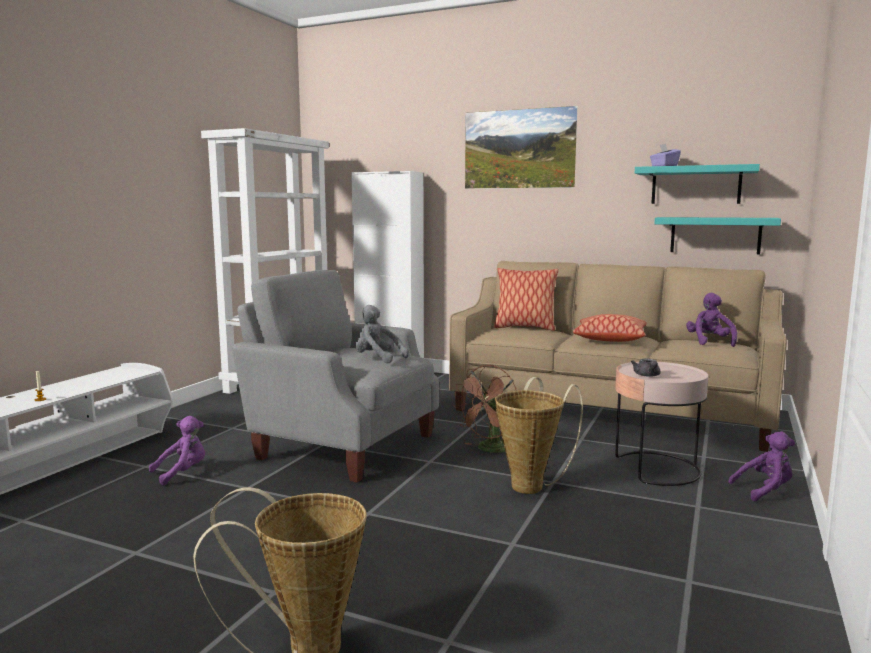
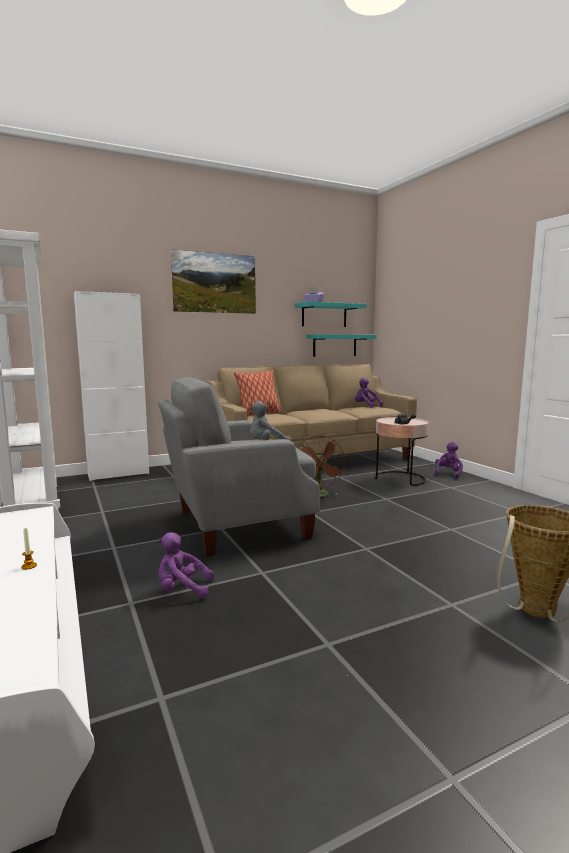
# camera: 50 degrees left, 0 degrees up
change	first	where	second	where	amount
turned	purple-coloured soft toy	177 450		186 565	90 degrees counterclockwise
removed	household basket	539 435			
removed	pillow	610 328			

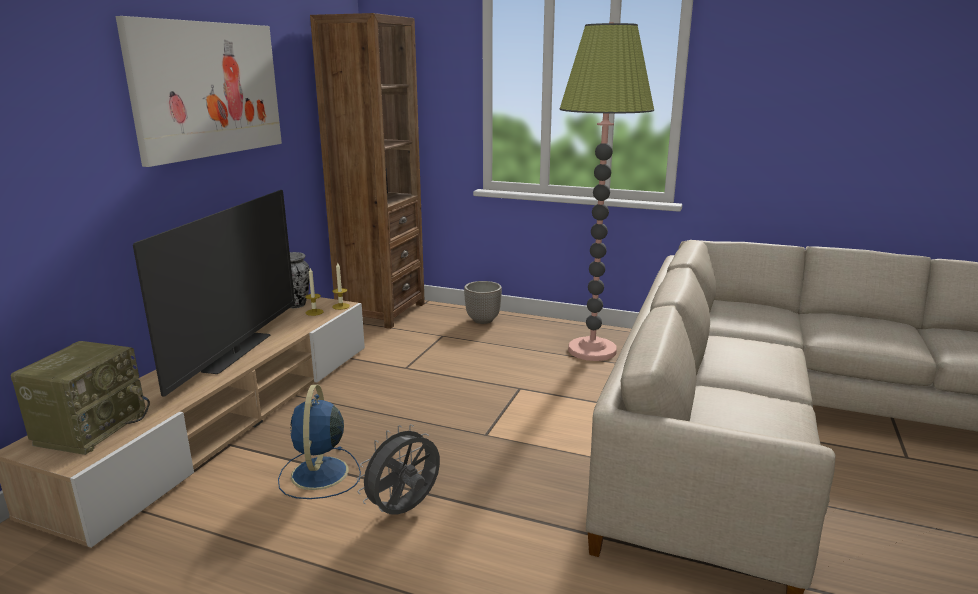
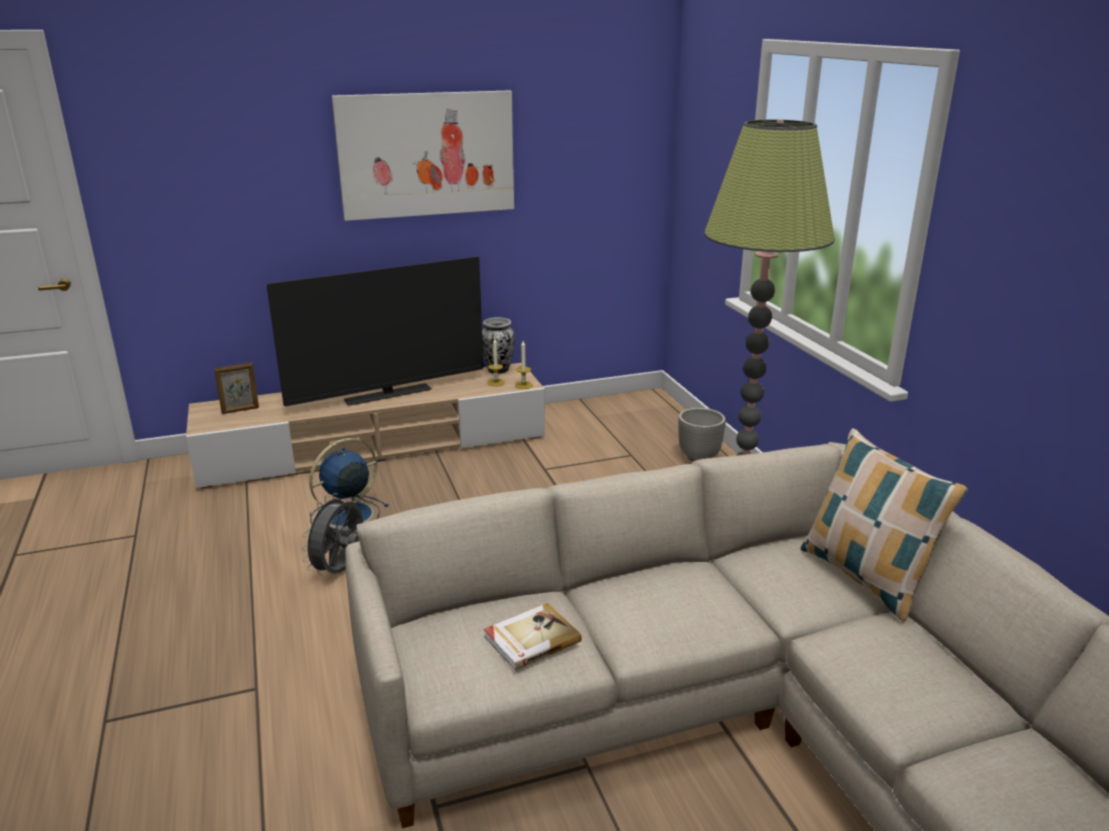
# camera: 50 degrees right, 5 degrees up
change	first	where	second	where	amount
replaced	radio	80 398	photo frame	236 388	
removed	brown shelving unit	367 171			
turned	gray fan	398 469		332 534	75 degrees counterclockwise
added			volume	533 637	
added			pillow	884 524	

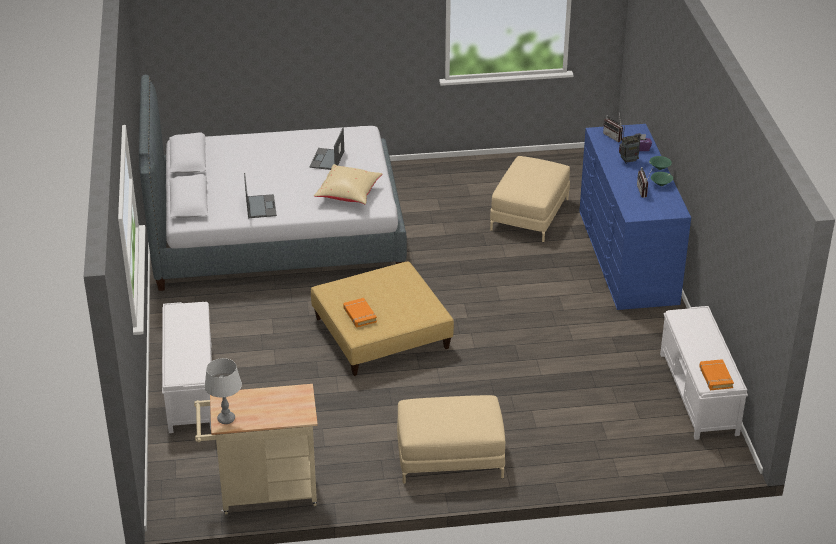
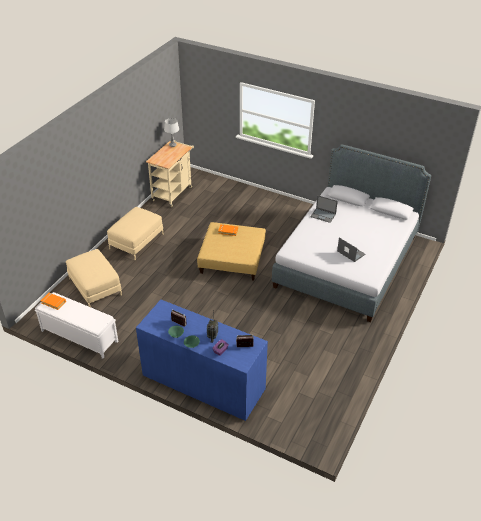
# camera: 125 degrees right, 5 degrees up
change	first	where	second	where	amount
removed	whitish long seat	187 367			
removed	beige-coloured pillow	348 184			
moved	beige-coloured footrest	530 199		94 278	

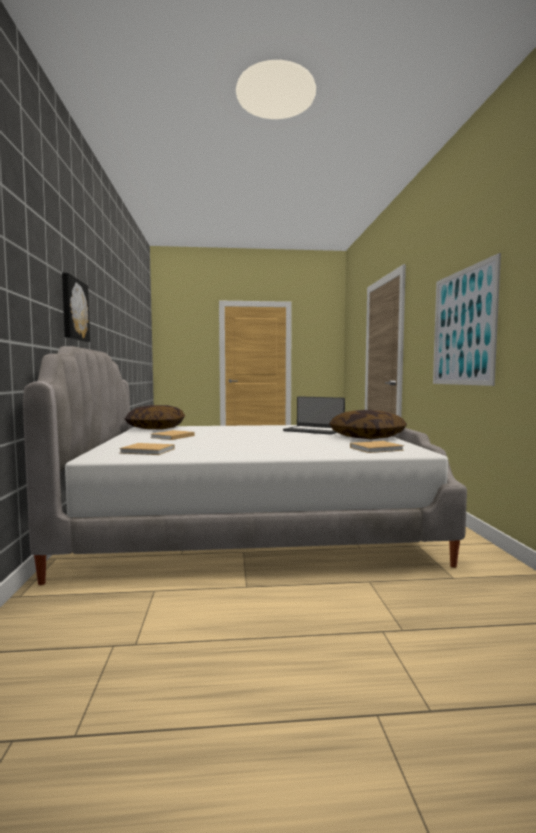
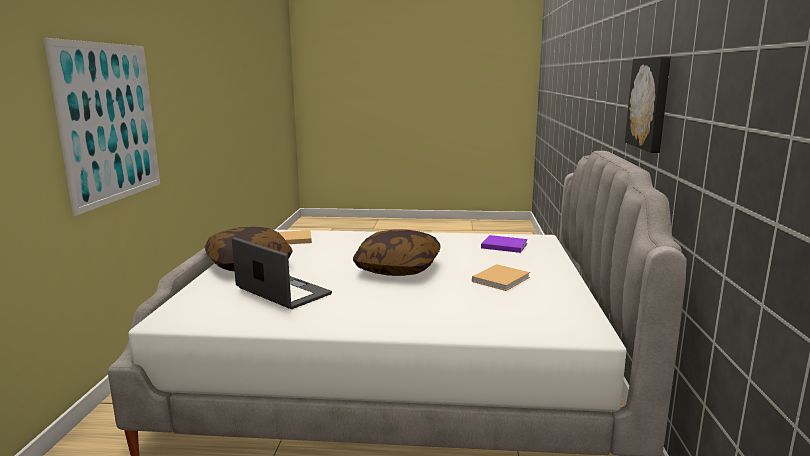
# camera: 170 degrees left, 10 degrees up
change	first	where	second	where	amount
recoloured	beige-coloured volume	147 449	purple-coloured volume	504 244	
moved	pillow	155 417		397 252	

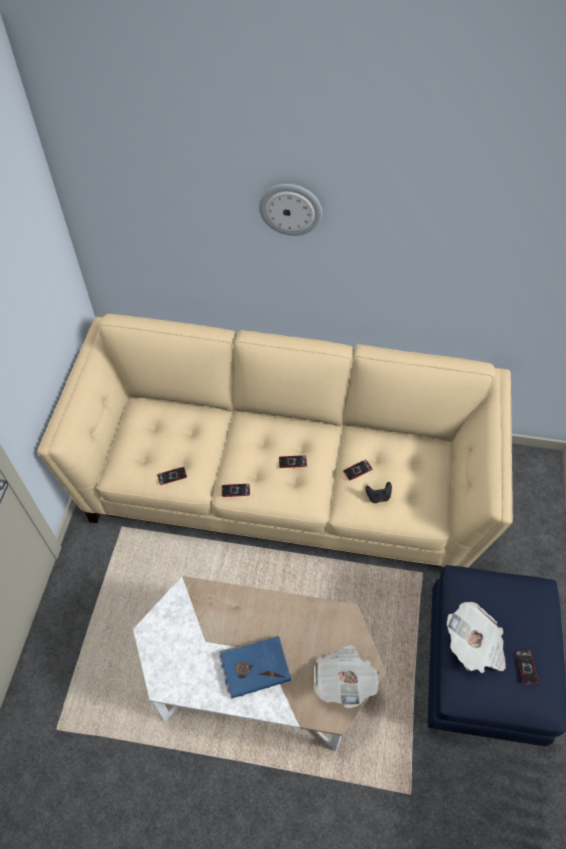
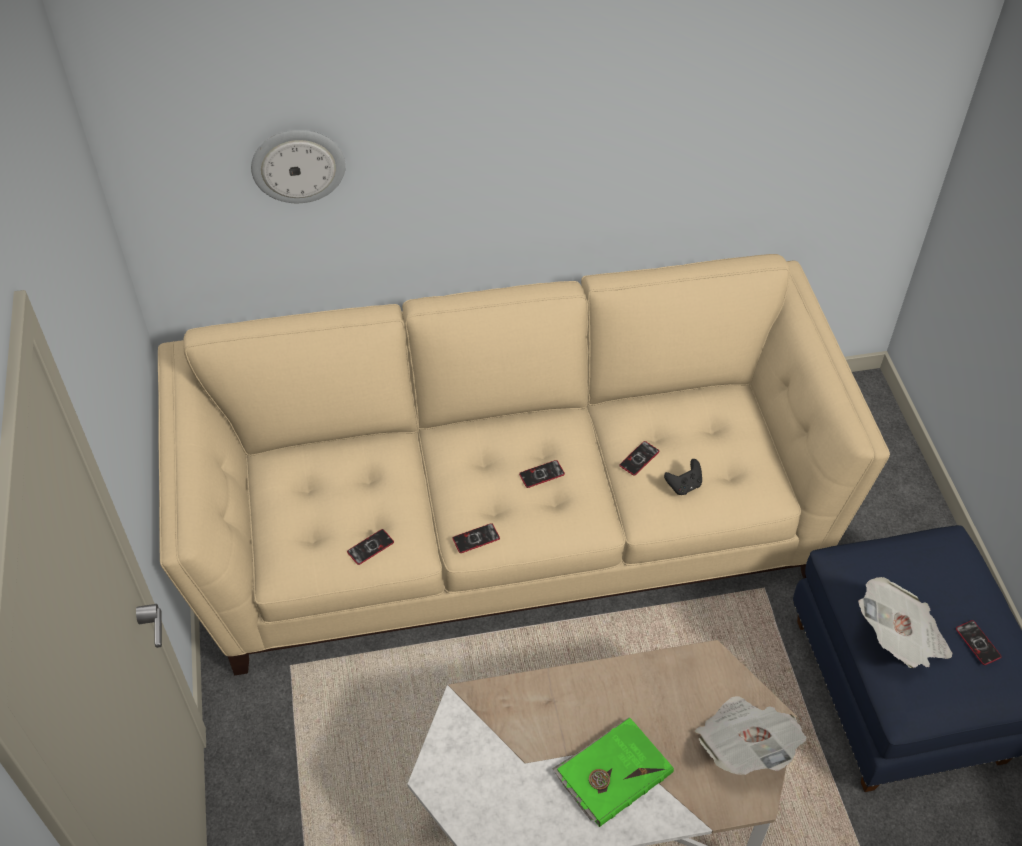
# camera: 20 degrees left, 5 degrees down
change	first	where	second	where	amount
recoloured	blue-coloured volume	255 667	green-coloured volume	613 772	
moved	hanging clock	290 210		298 166	

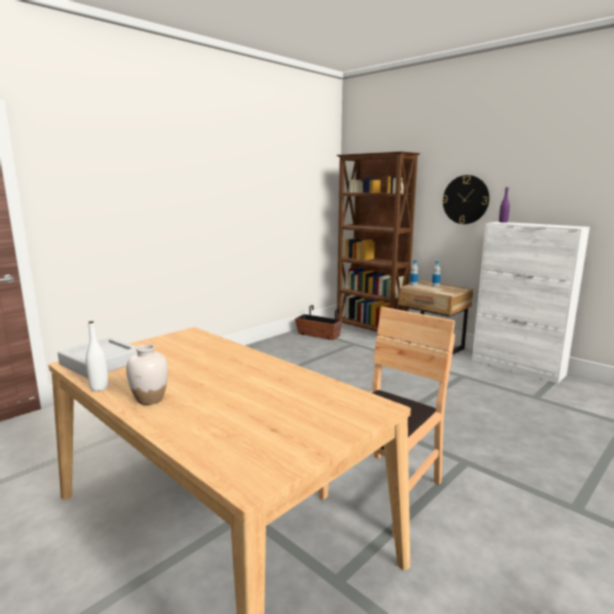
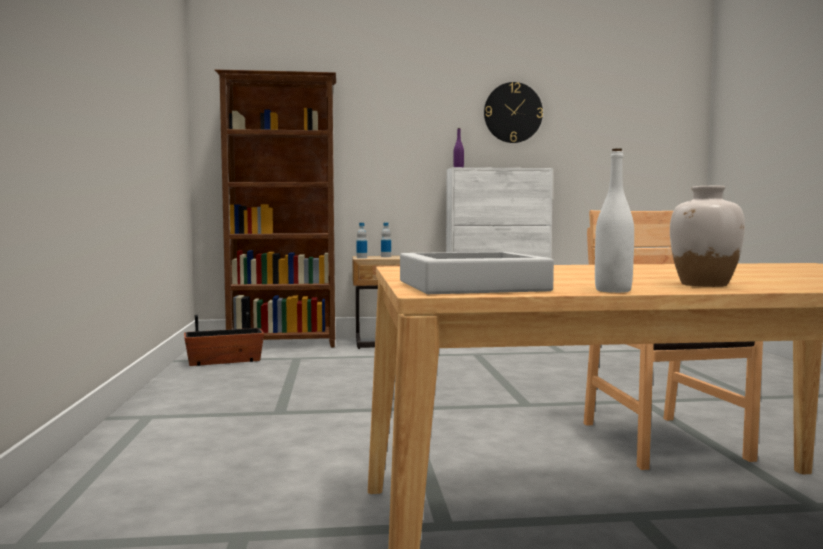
# camera: 50 degrees left, 10 degrees down
change	first	where	second	where	amount
moved	hanging clock	465 199		513 112	

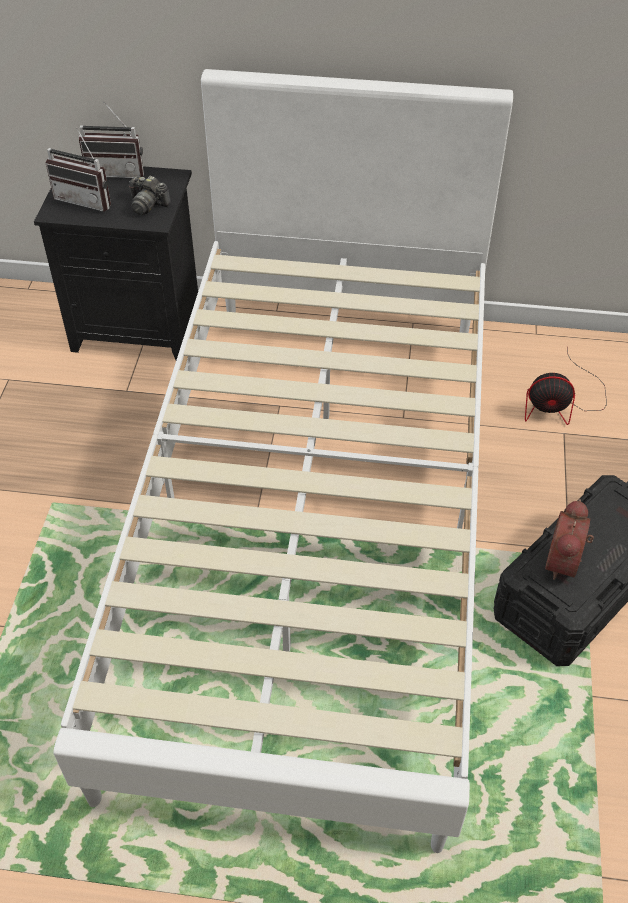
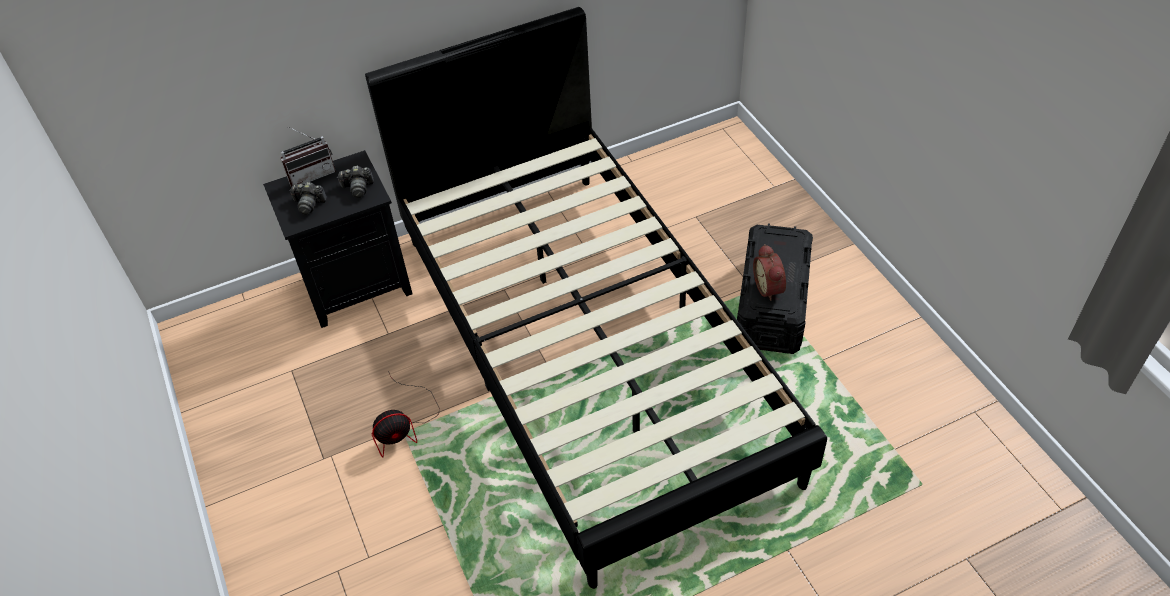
# camera: 30 degrees left, 0 degrees up
change	first	where	second	where	amount
replaced	radio	78 169	photo camera	308 198	
recoloured	whitish bed	283 461	black-coloured bed	596 298	
moved	fan	566 386		405 414	

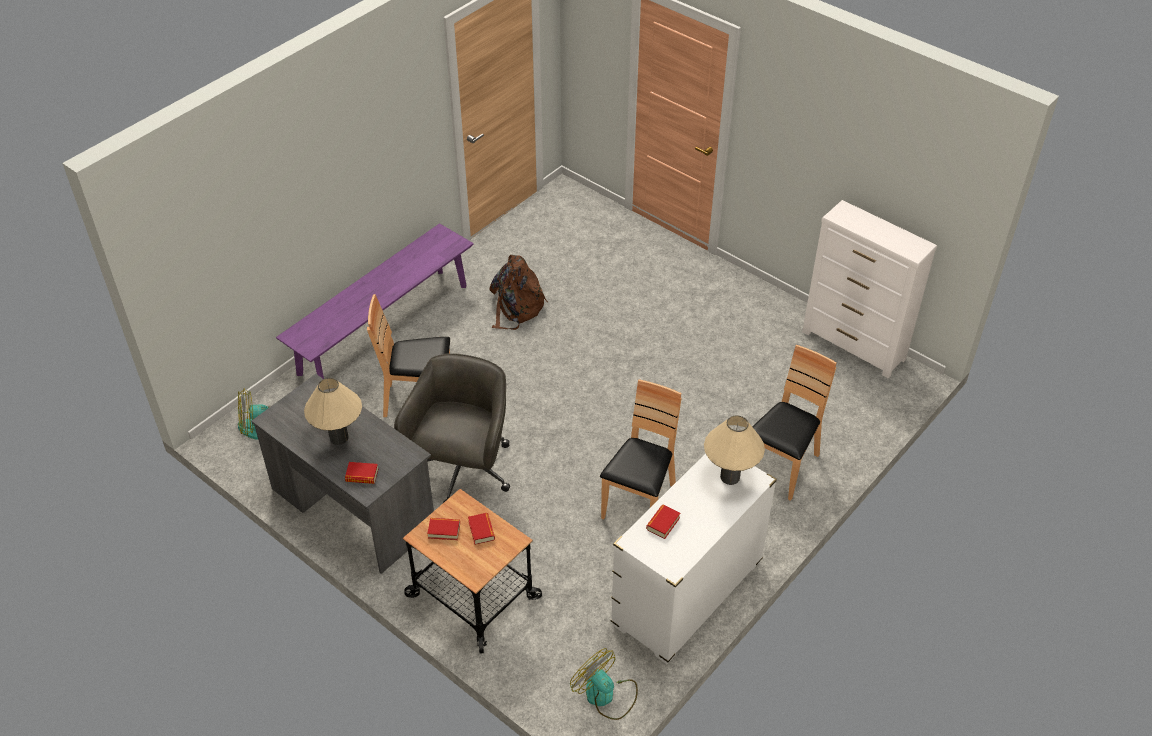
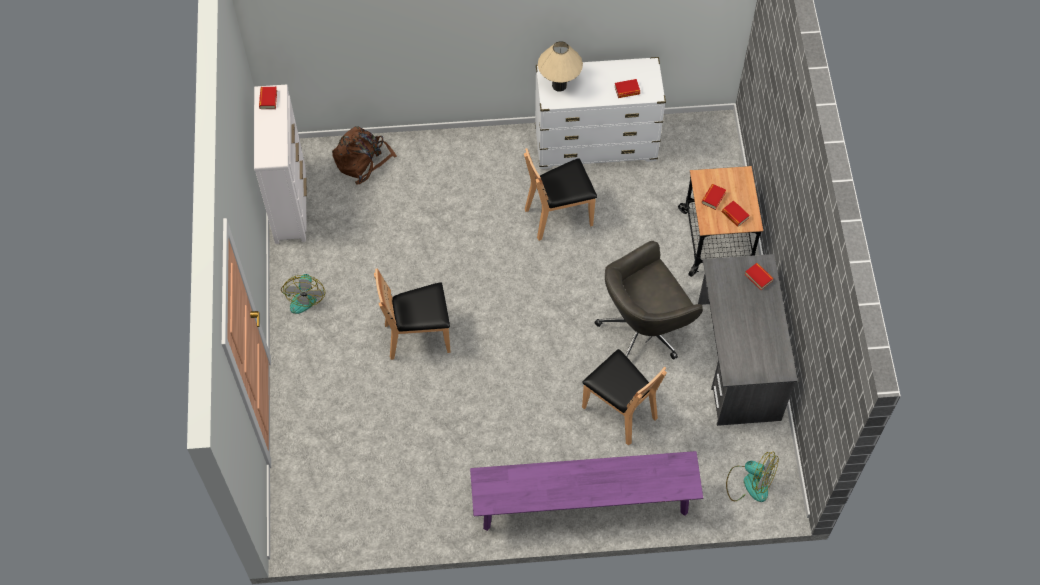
# camera: 135 degrees left, 15 degrees up
change	first	where	second	where	amount
removed	beige-coloured lamp for a table	333 411			
moved	brown knapsack	518 292		364 155	
moved	fan	604 684		303 294	
moved	brown upright chair	794 423		412 314	
added			volume	268 98	

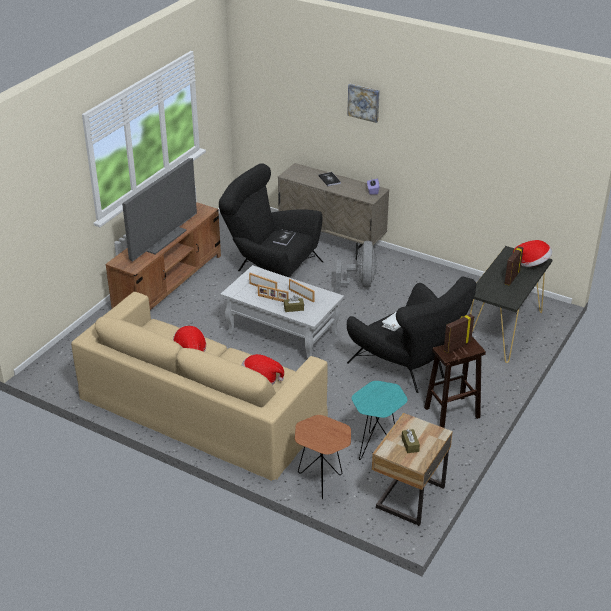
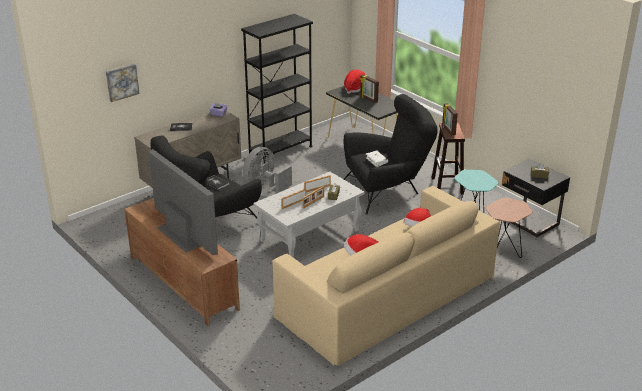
# camera: 70 degrees left, 5 degrees down
change	first	where	second	where	amount
turned	gray fan	356 267		267 170	75 degrees counterclockwise
moved	wall picture	363 103		122 83	
recoloured	beige-coloured night table	412 469	black-coloured night table	536 198	
added			black-coloured shelving unit	277 89	

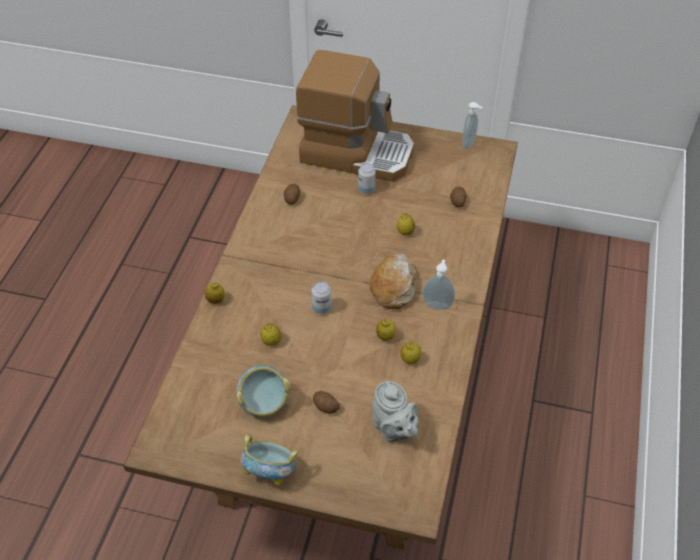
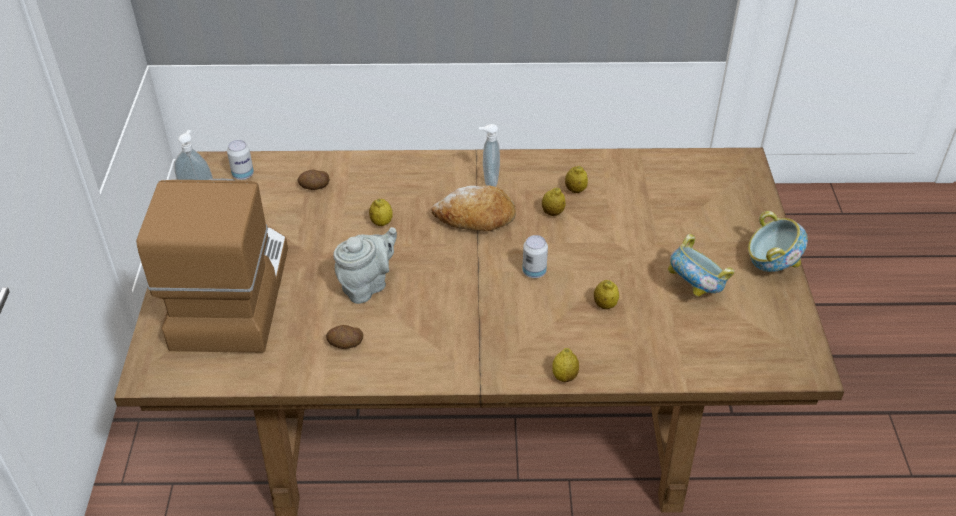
# camera: 105 degrees left, 5 degrees down
change	first	where	second	where	amount
removed	potato	326 402			
moved	sealed can	367 178		240 160	
moved	gray teapot	395 411		365 265	

